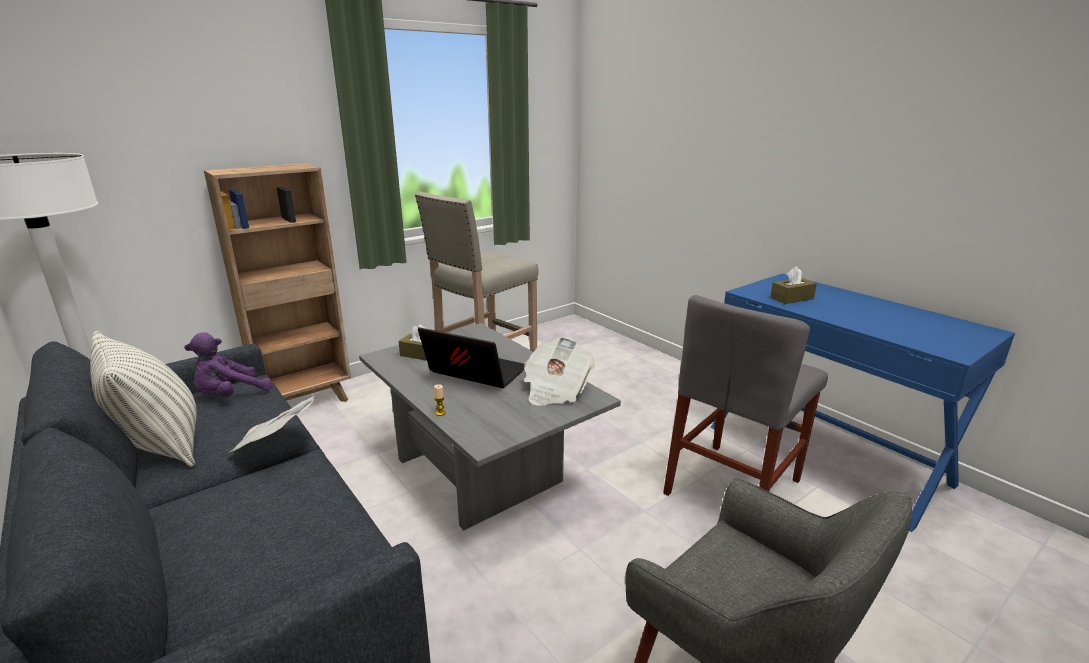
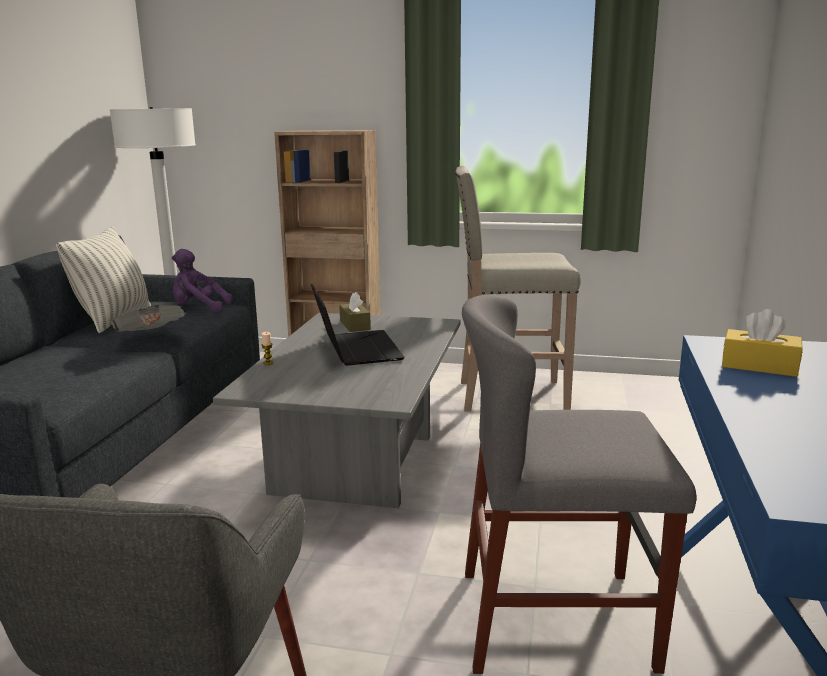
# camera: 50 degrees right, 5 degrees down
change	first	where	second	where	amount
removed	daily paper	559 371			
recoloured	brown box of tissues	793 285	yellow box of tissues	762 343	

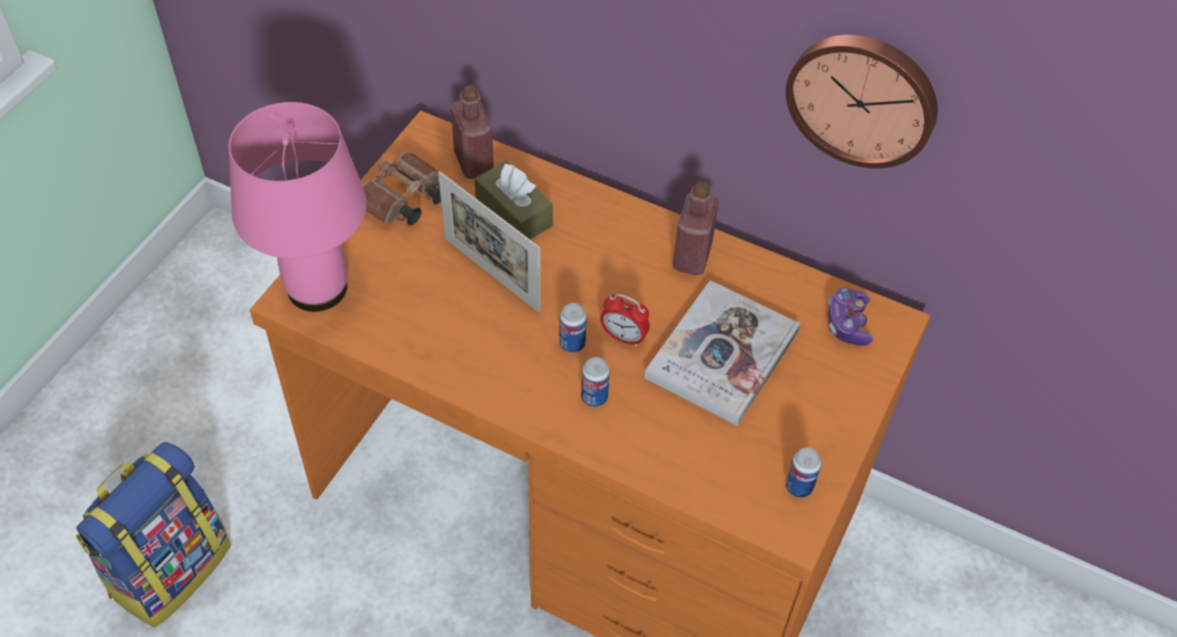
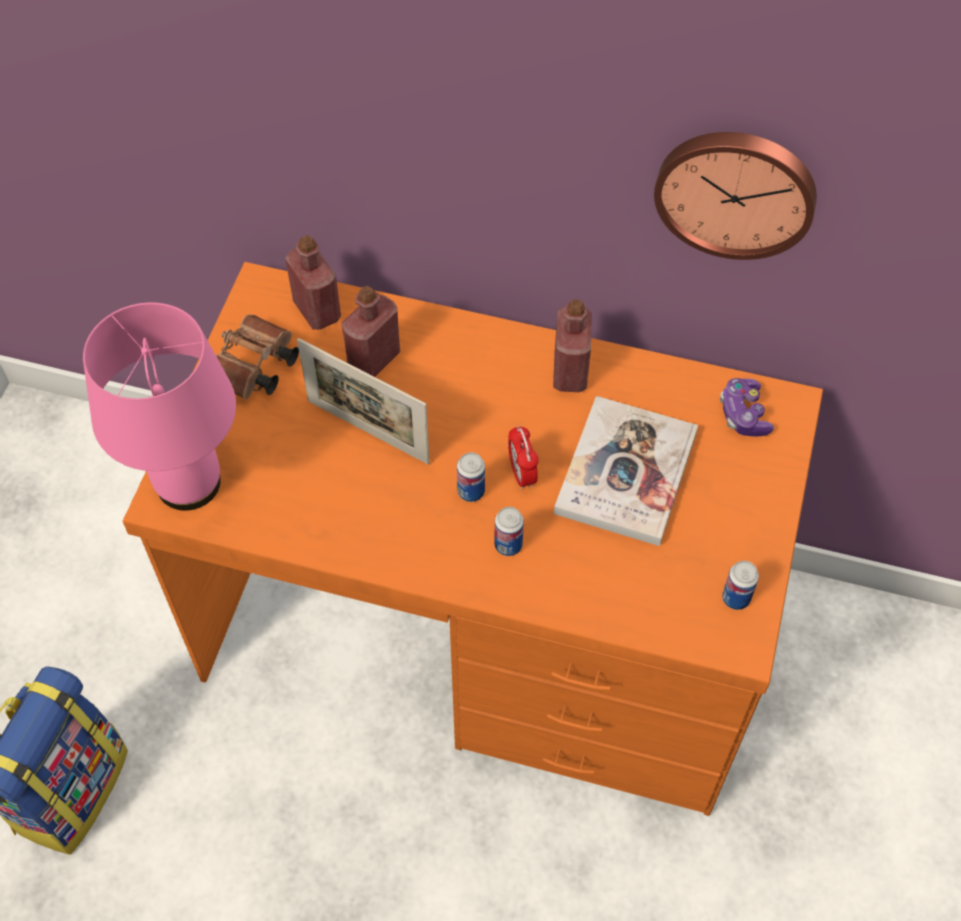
# camera: 10 degrees left, 5 degrees up
change	first	where	second	where	amount
replaced	brown box of tissues	514 200	red-coloured bottle	370 331	
turned	alarm clock	625 320		523 457	60 degrees clockwise

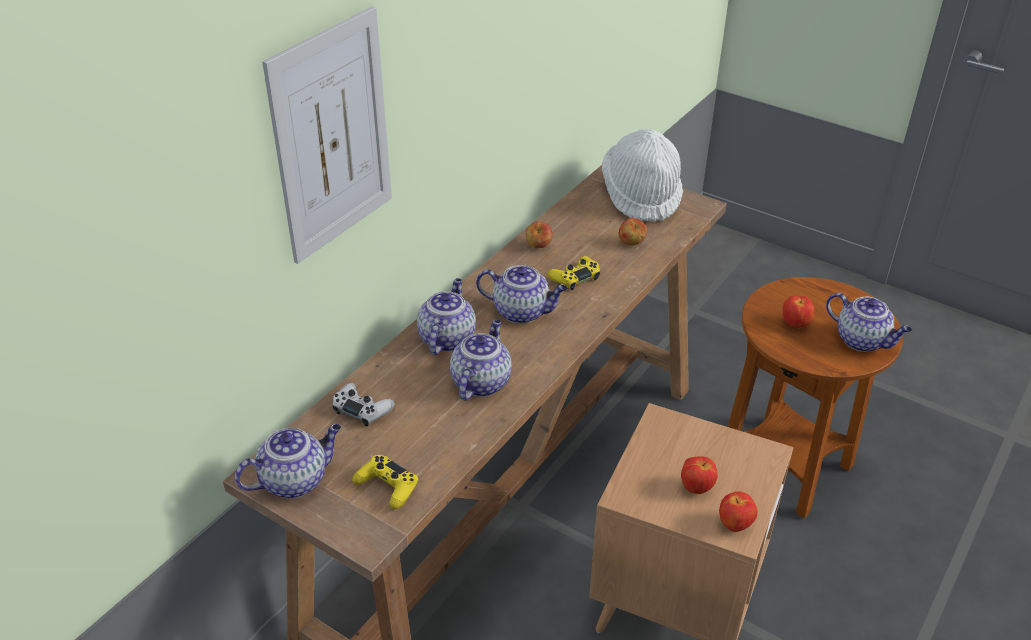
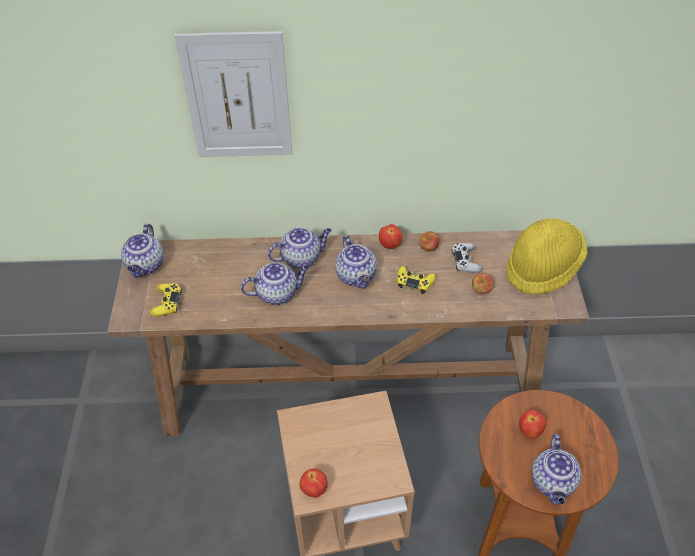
# camera: 55 degrees right, 10 degrees up
change	first	where	second	where	amount
turned	teapot	288 461		142 251	75 degrees clockwise
moved	whitish gamepad	363 404		466 258	
recoloured	whitish clothing hat	642 175	yellow clothing hat	546 256	
moved	whole apple	699 475		391 236	

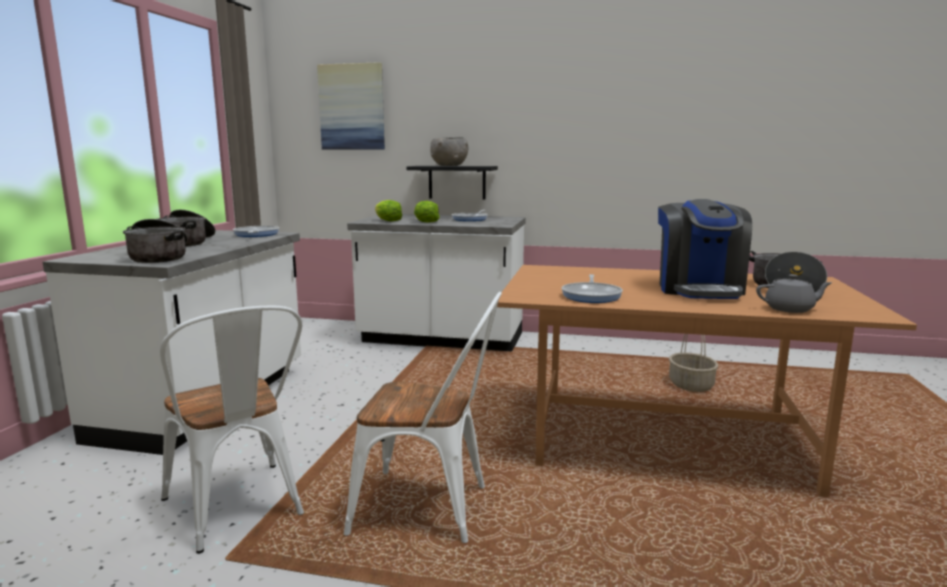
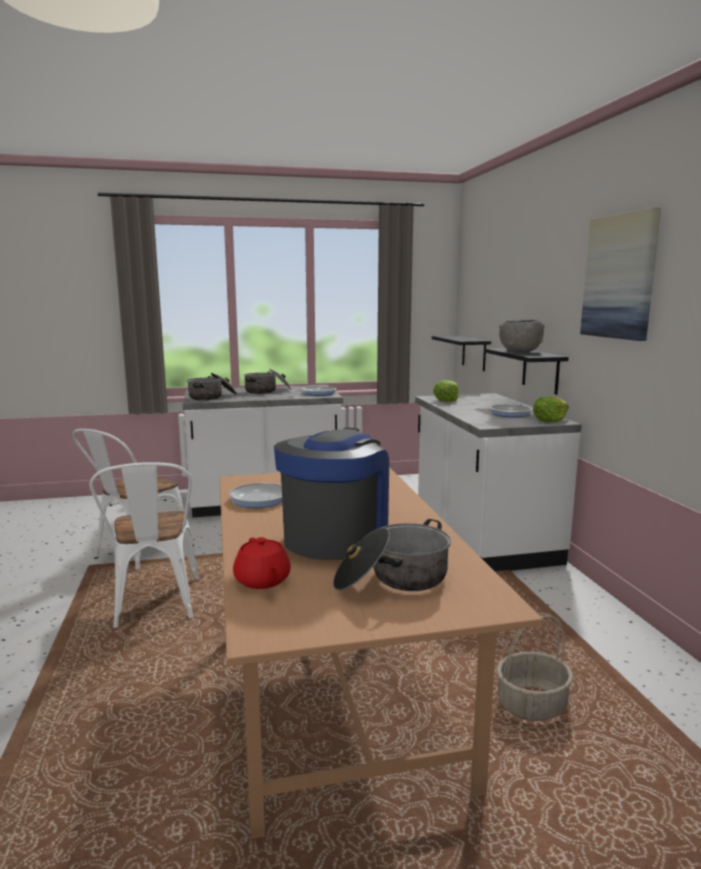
# camera: 65 degrees right, 0 degrees up
change	first	where	second	where	amount
moved	wall picture	351 106		620 274	
moved	lettuce	427 212		551 409	
turned	coffee machine	705 249		331 494	135 degrees clockwise
recoloured	gray teapot	794 293	red-coloured teapot	262 563	
added			black-coloured wall shelf	461 353	

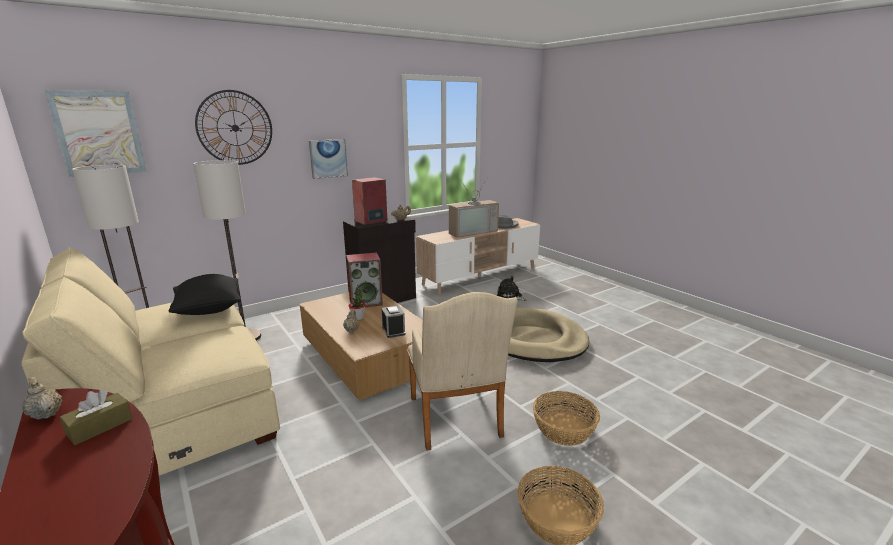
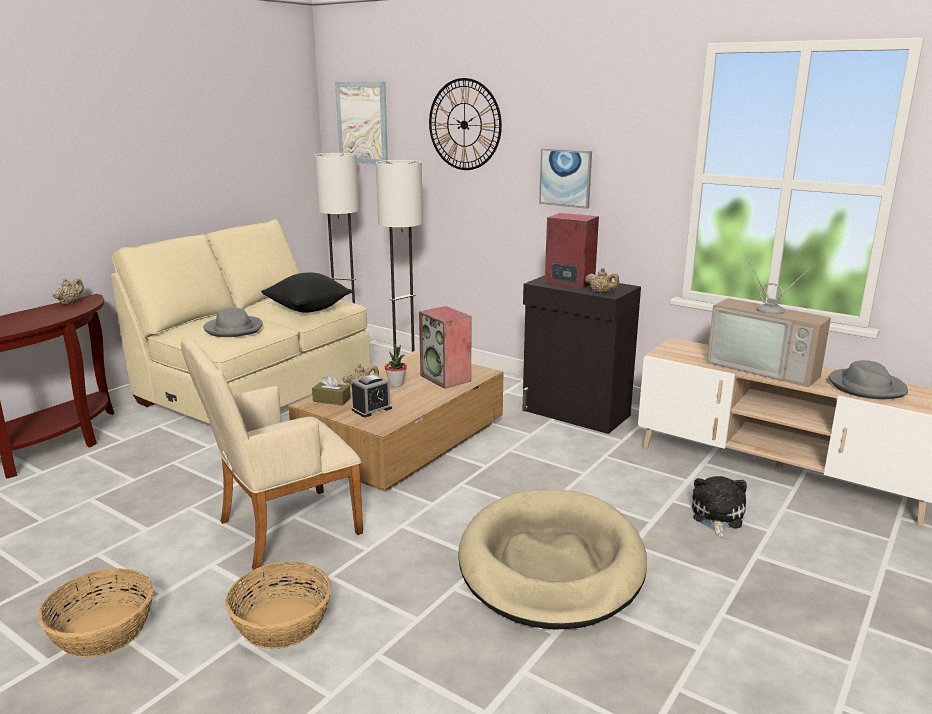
# camera: 70 degrees right, 0 degrees up
change	first	where	second	where	amount
moved	brown box of tissues	96 417		331 389	
added			gray clothing hat	233 322	

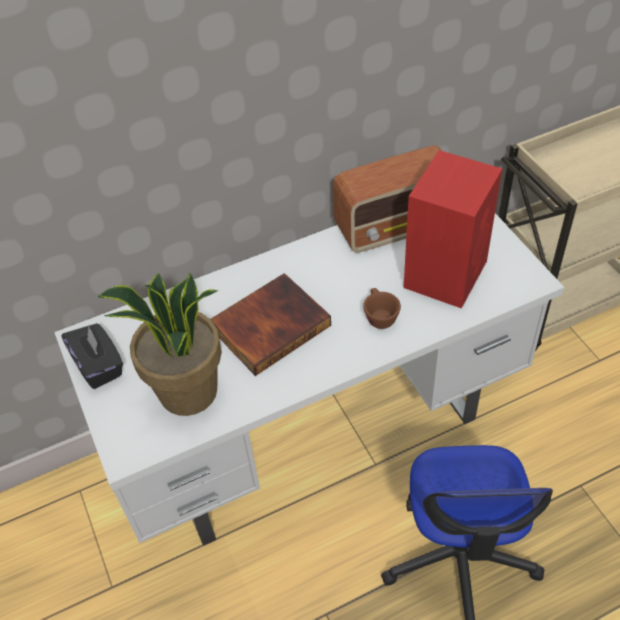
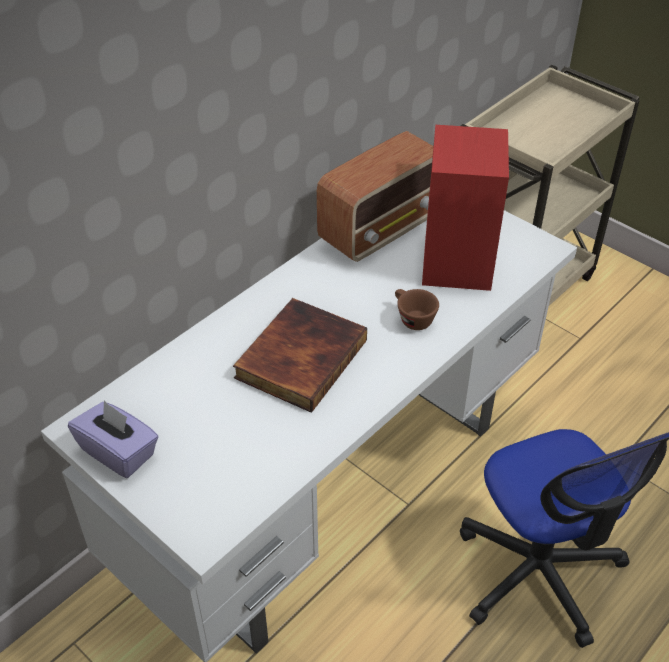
# camera: 25 degrees left, 5 degrees down
change	first	where	second	where	amount
recoloured	black-coloured box of tissues	92 356	purple-coloured box of tissues	113 439	
removed	plant in a pot	160 344			

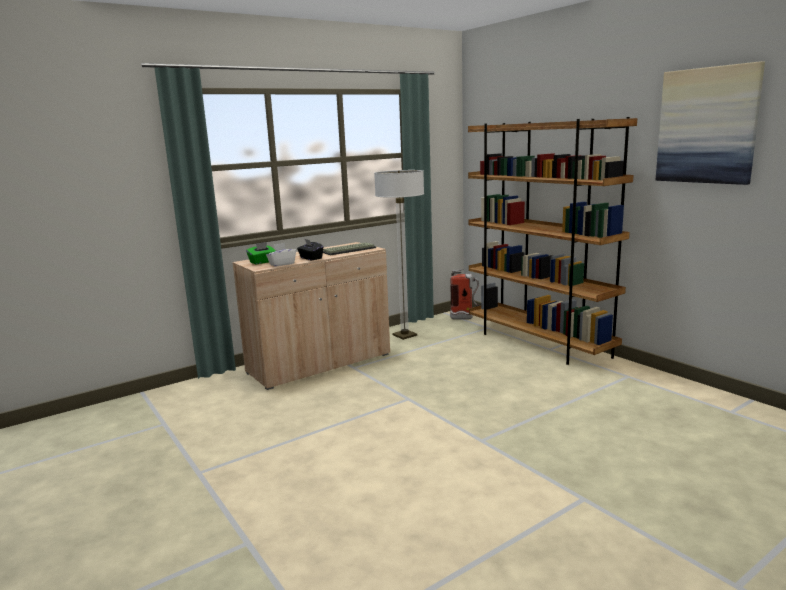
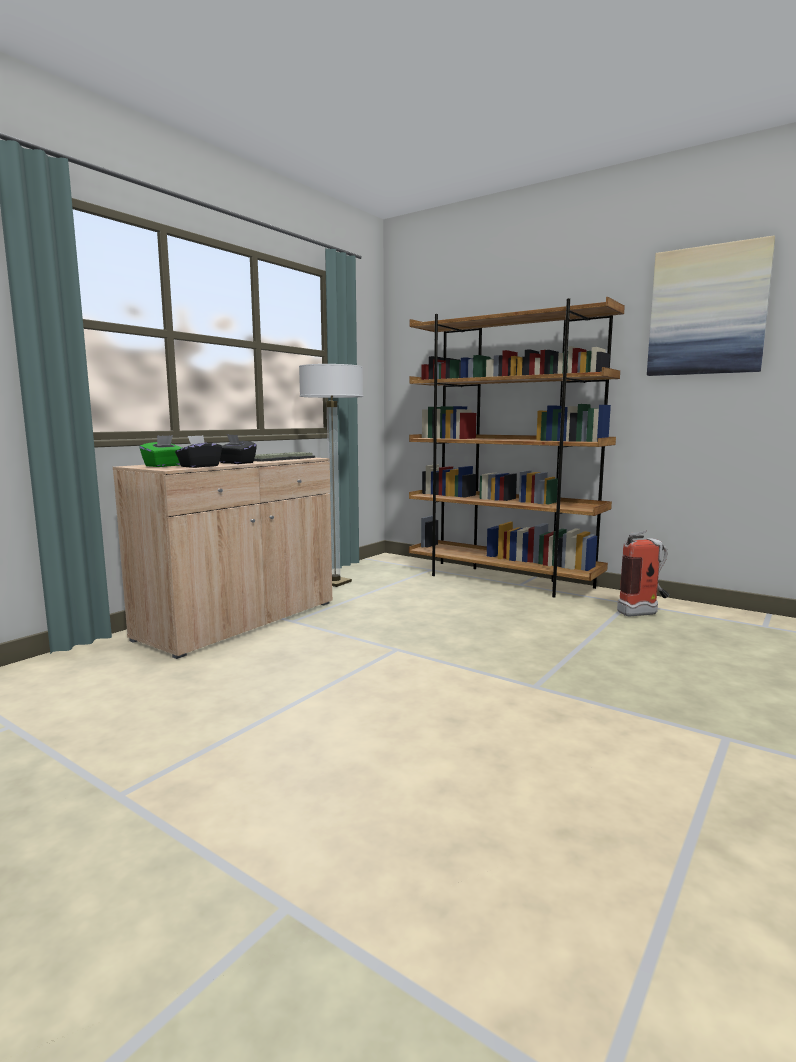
# camera: 20 degrees left, 5 degrees down
change	first	where	second	where	amount
recoloured	whitish box of tissues	281 255	black-coloured box of tissues	198 451	
moved	fire-fighting cylinder	465 294		643 573	

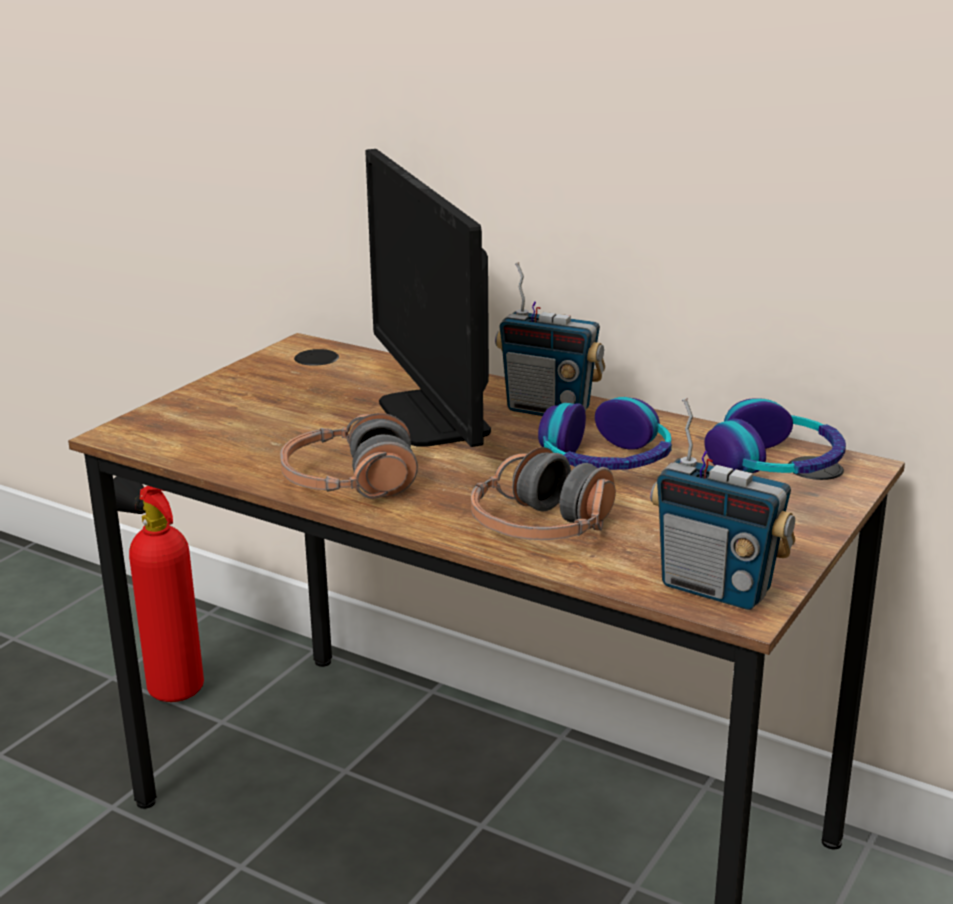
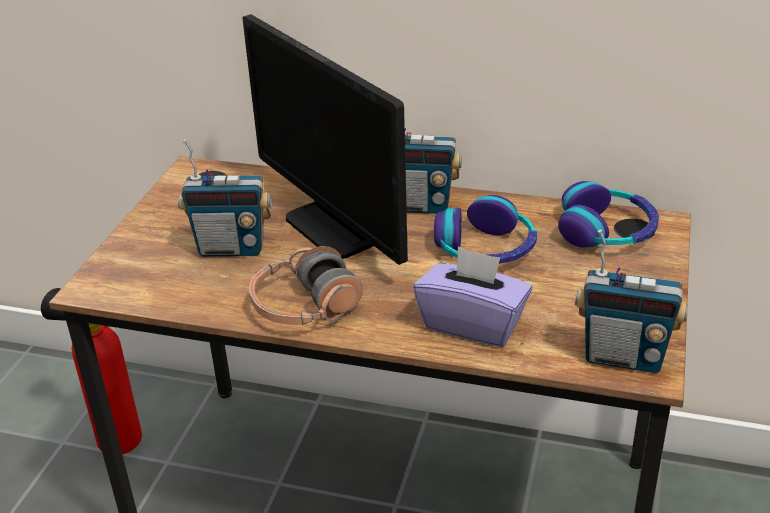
# camera: 15 degrees left, 10 degrees up
change	first	where	second	where	amount
replaced	headphones	543 493	purple-coloured box of tissues	472 297	
added			radio	224 198	

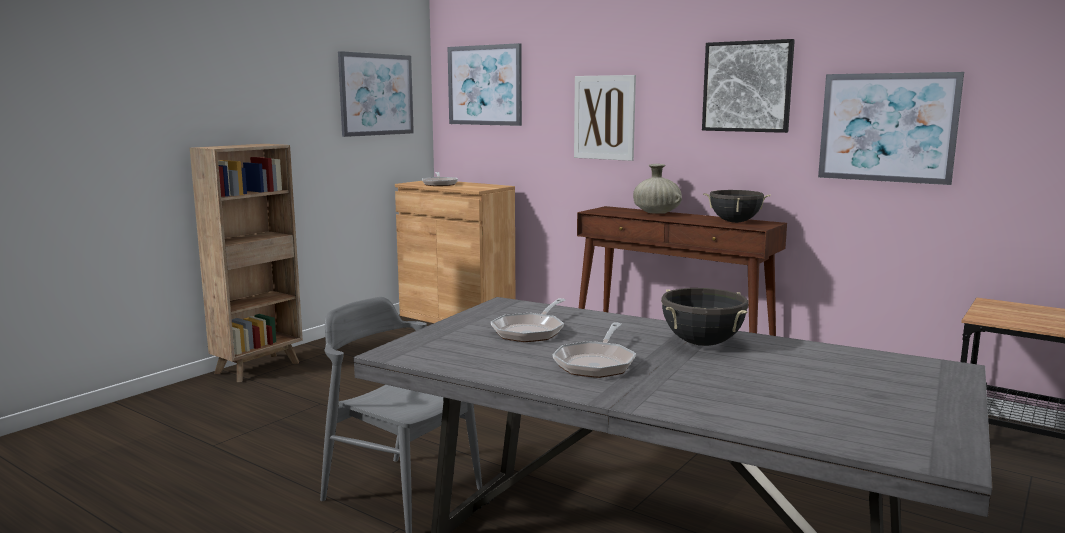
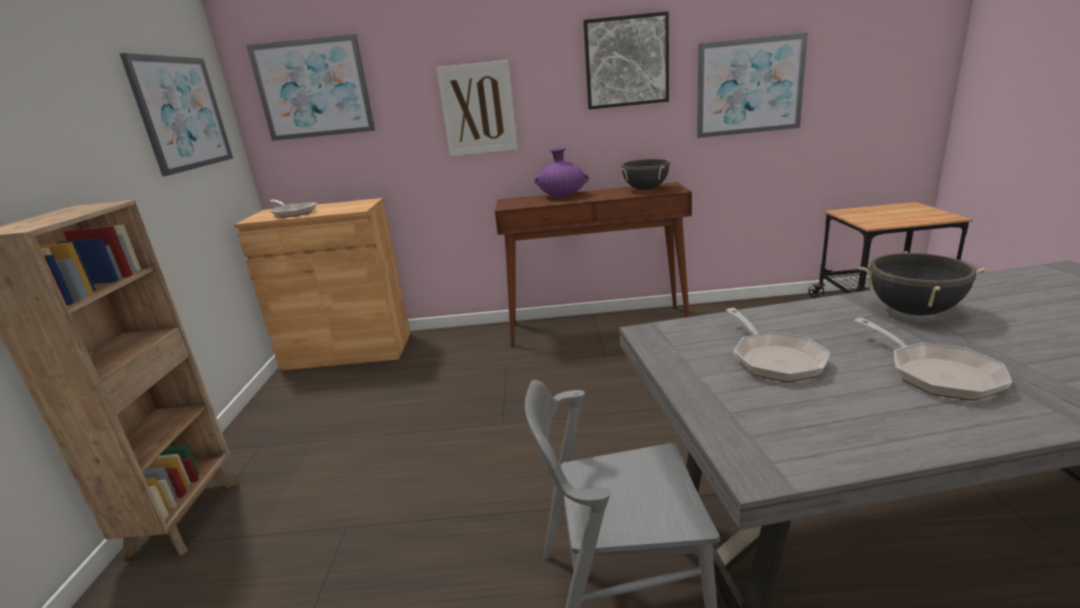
# camera: 35 degrees left, 10 degrees up
change	first	where	second	where	amount
recoloured	beige-coloured flower vase	657 189	purple-coloured flower vase	561 172	

